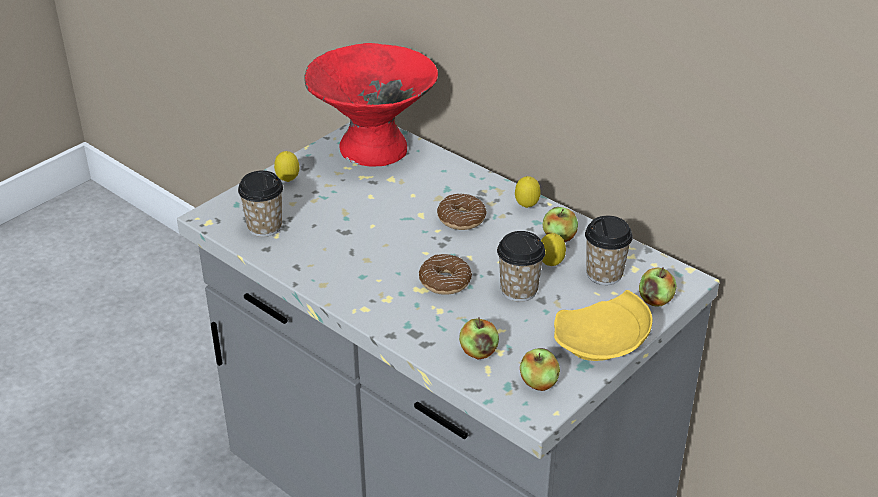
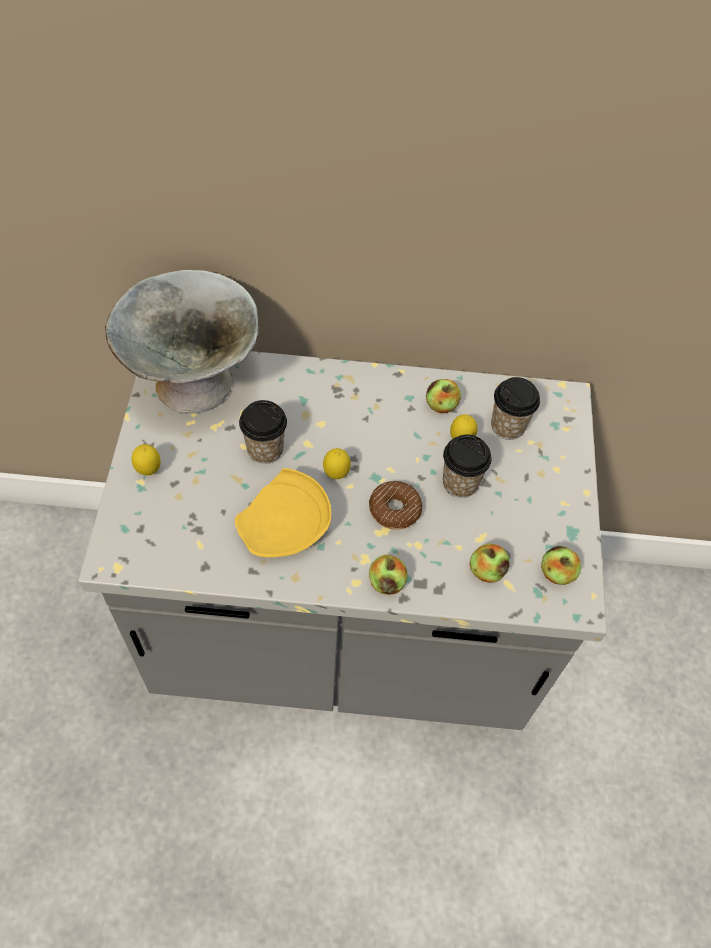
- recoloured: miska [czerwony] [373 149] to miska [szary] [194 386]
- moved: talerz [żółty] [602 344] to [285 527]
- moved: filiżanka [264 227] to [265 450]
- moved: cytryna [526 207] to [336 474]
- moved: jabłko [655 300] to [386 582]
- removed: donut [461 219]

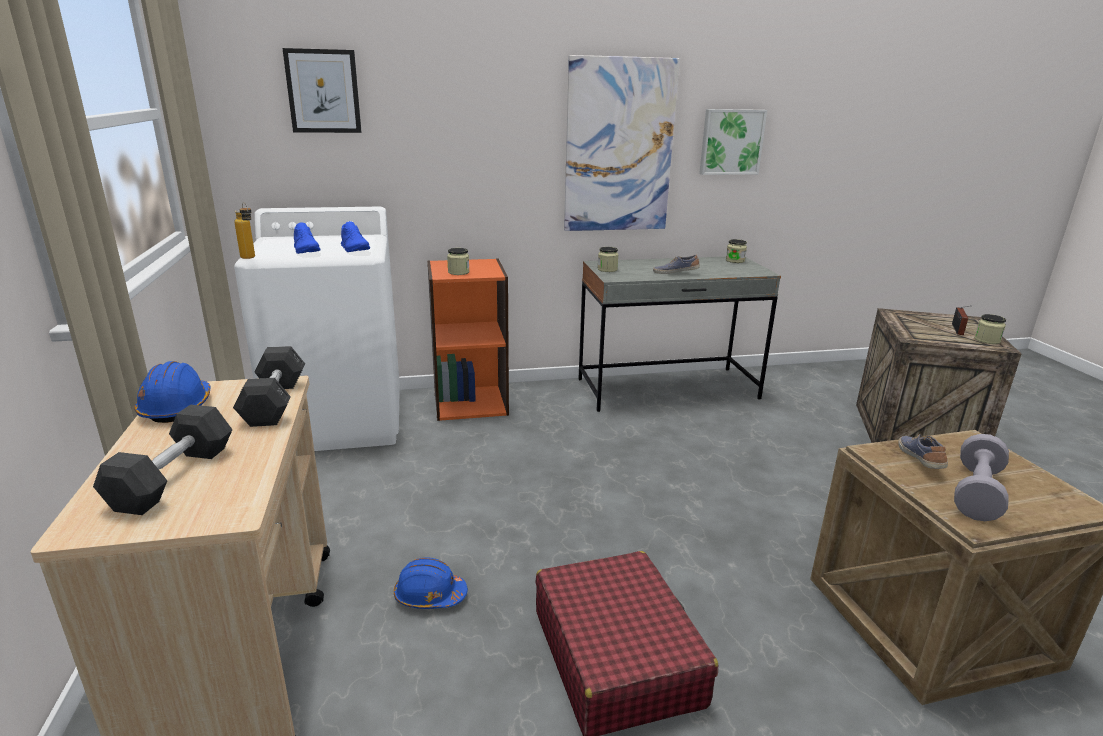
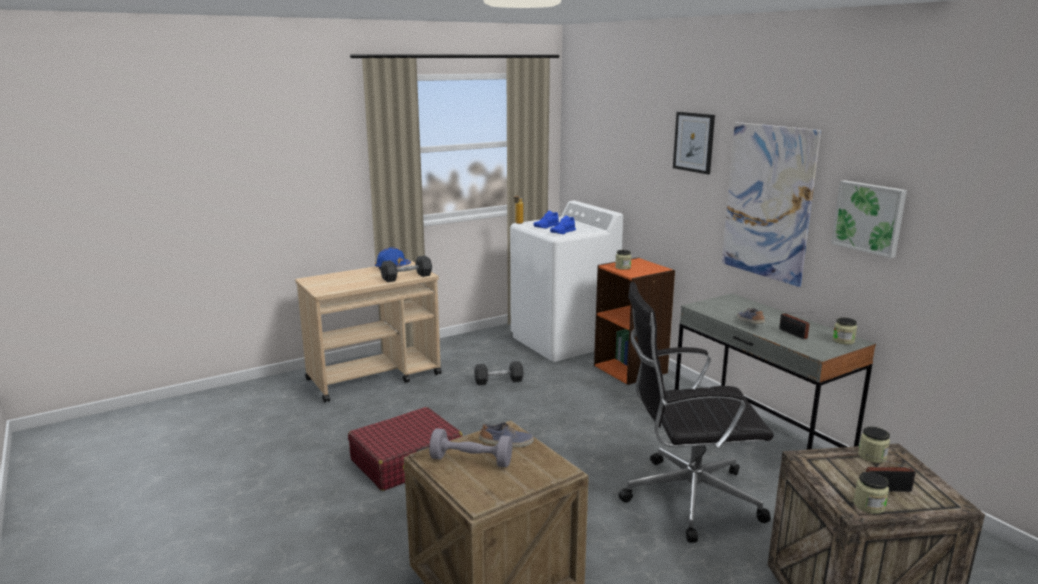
- moved: hantel [szary] [173 477] to [498 381]
- added: krzesło biurowe [czarny] [686 497]
- moved: obraz [323 91] to [694 142]
- added: radio [794 334]
- moved: słoik [607 269] to [872 456]
- removed: kask [niebieski] [429 596]

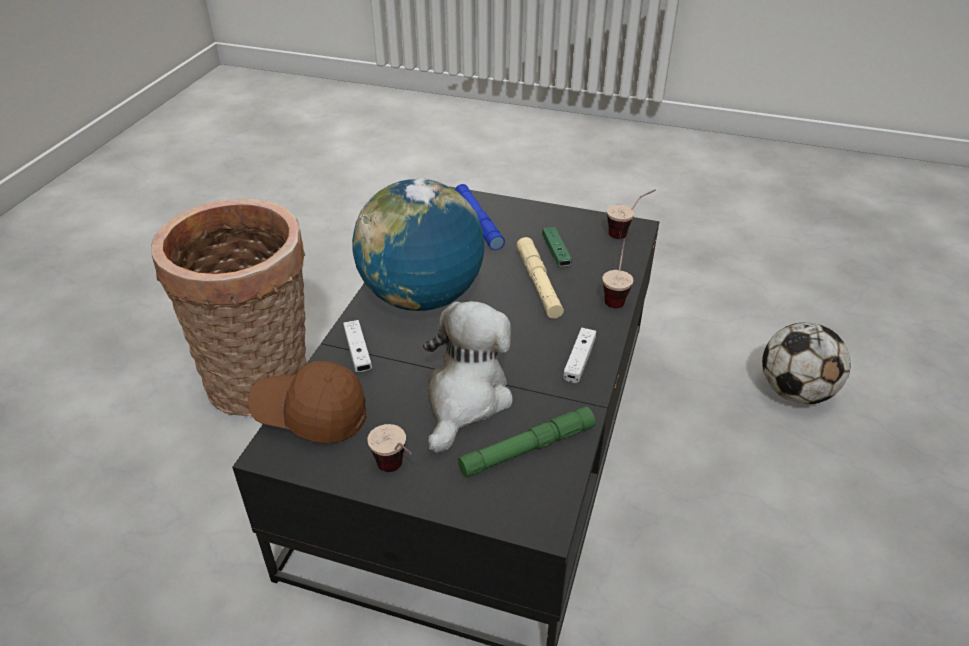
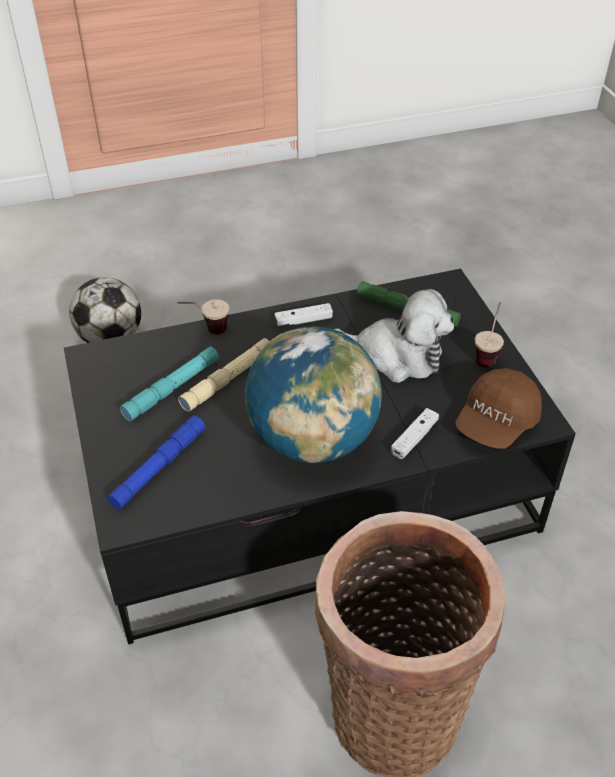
- replaced: pad do gier [zielony] [556 253] to latarka [turkusowy] [172 388]
- turned: pluszak [465 398] = [396 356] 150 degrees counterclockwise
- turned: czapka z daszkiem [brązowy] [311 415] = [496 423] 60 degrees clockwise
- removed: filiżanka [627 232]

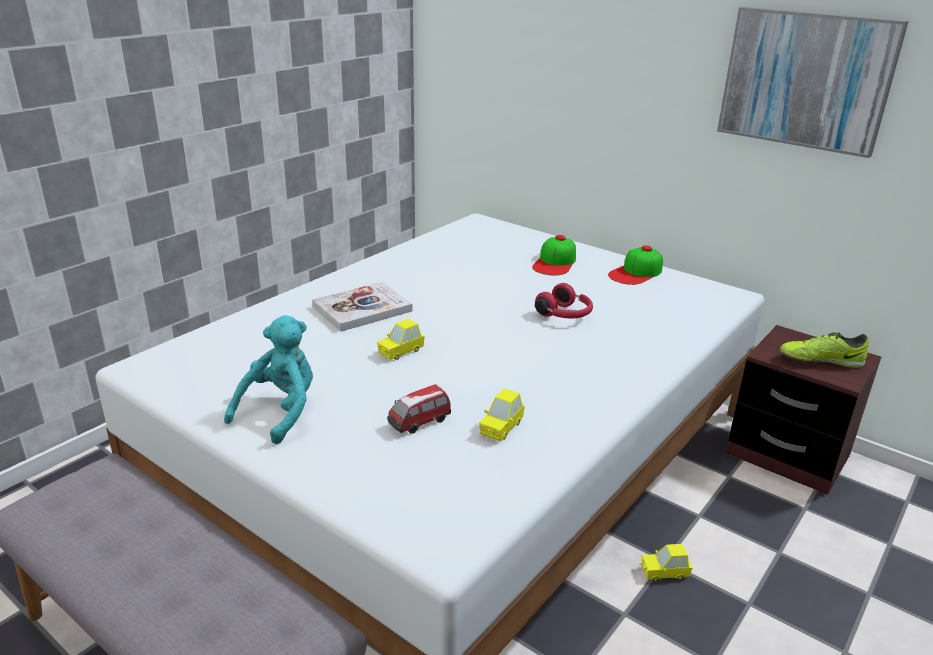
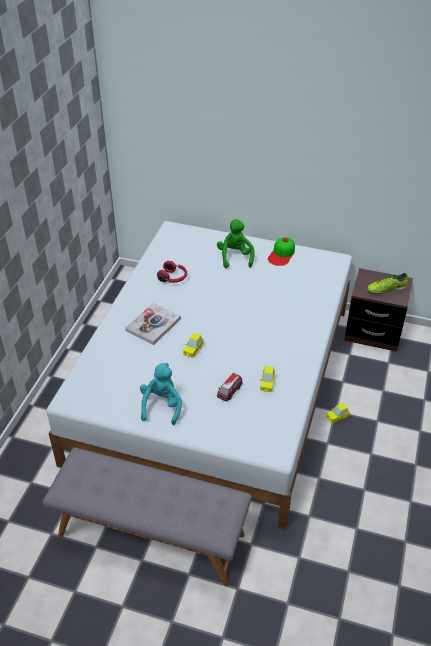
- moved: słuchawki [czerwony] [565 315] to [173 278]
- replaced: czapka z daszkiem [555 262] to pluszak [zielony] [235 257]
- removed: obraz [806 80]

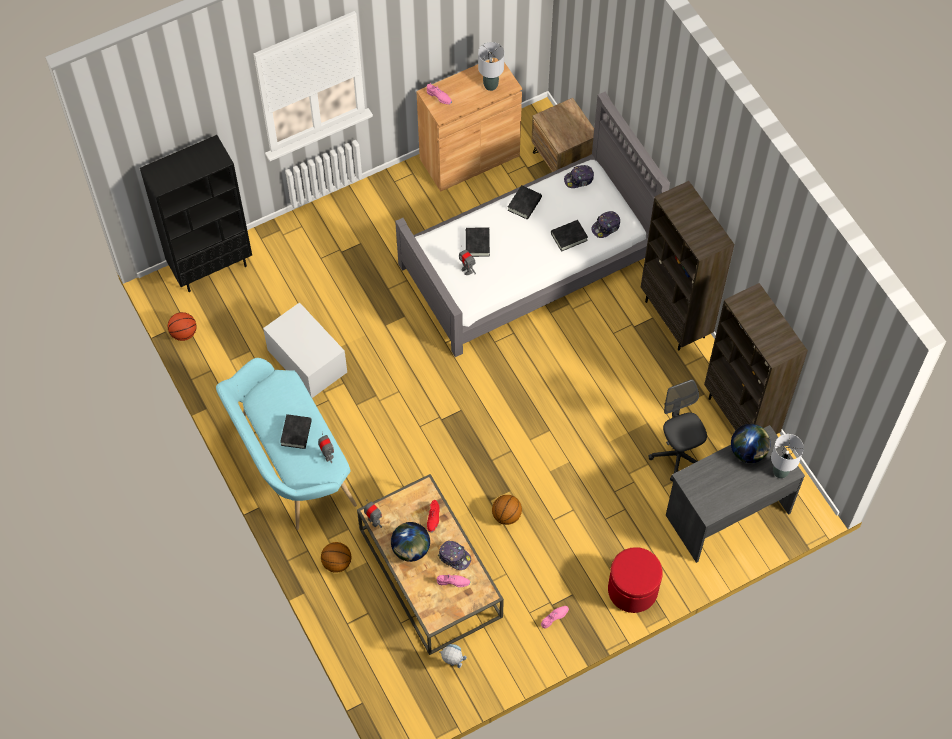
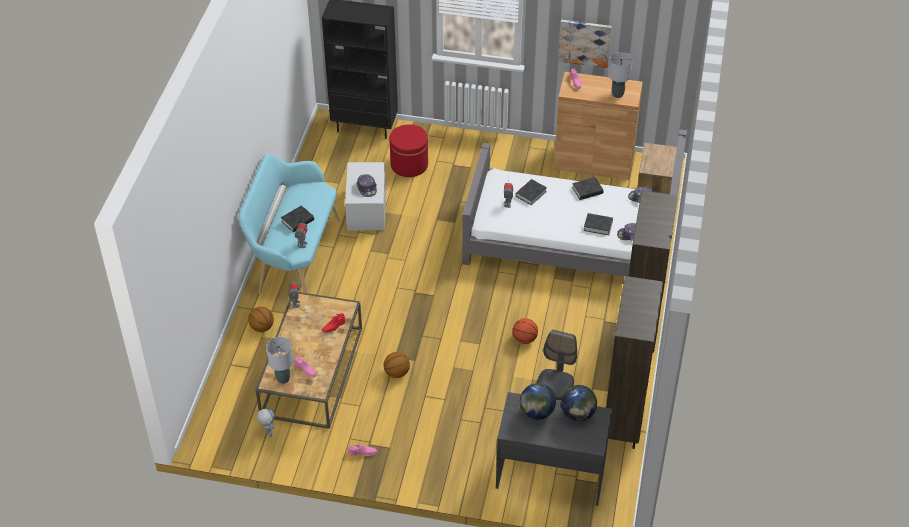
- moved: lampa stołowa [szary] [780 472] to [283 379]
- moved: czapka z daszkiem [454 557] to [367 188]
- moved: pufa [czerwony] [632 590] to [409 165]
- moved: piłka do koszykówki [184 333] to [524 339]
- moved: globus [411 549] to [537 412]
- added: obraz [584 42]

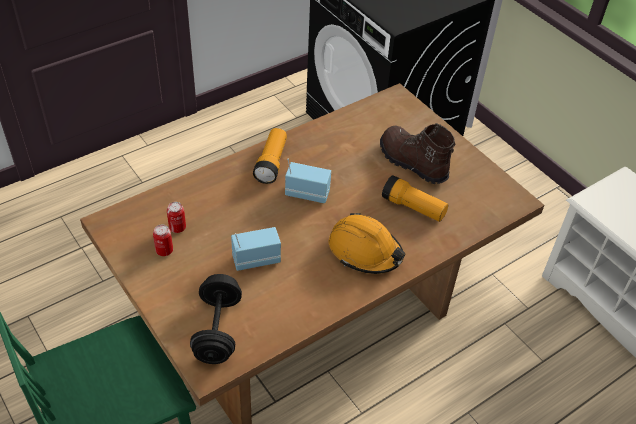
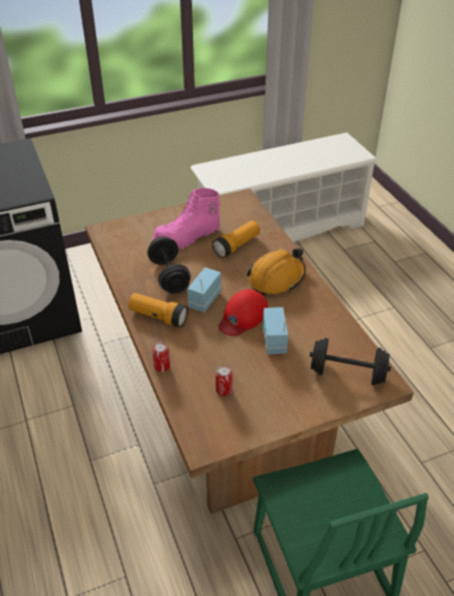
- added: hantel [czarny] [169 276]
- moved: puszka [164 250] to [162 367]
- recoloured: but z cholewką [brązowy] [412 163] to but z cholewką [różowy] [187 237]
- added: czapka z daszkiem [czerwony] [242 316]

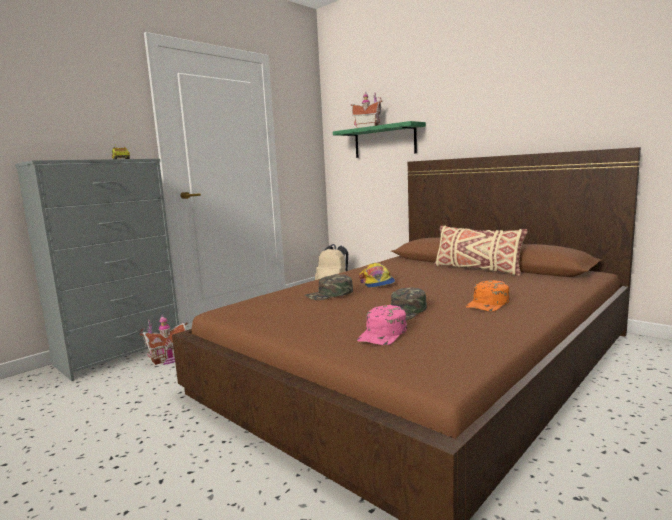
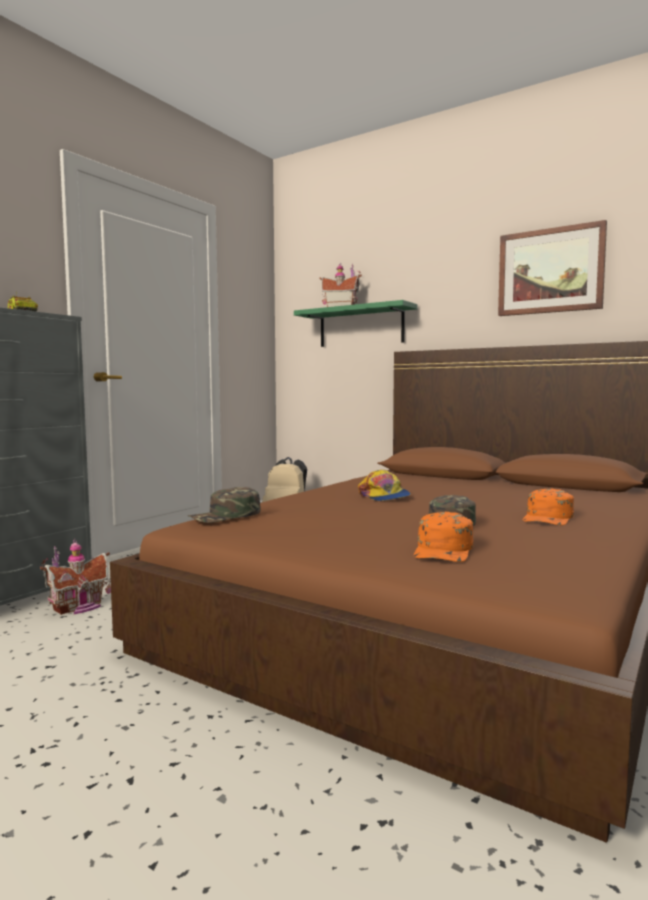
- moved: czapka z daszkiem [zielony] [329 294] to [225 516]
- recoloured: czapka z daszkiem [różowy] [383 334] to czapka z daszkiem [pomarańczowy] [444 550]
- added: obraz [550 271]
- removed: poduszka [beżowy] [477 269]

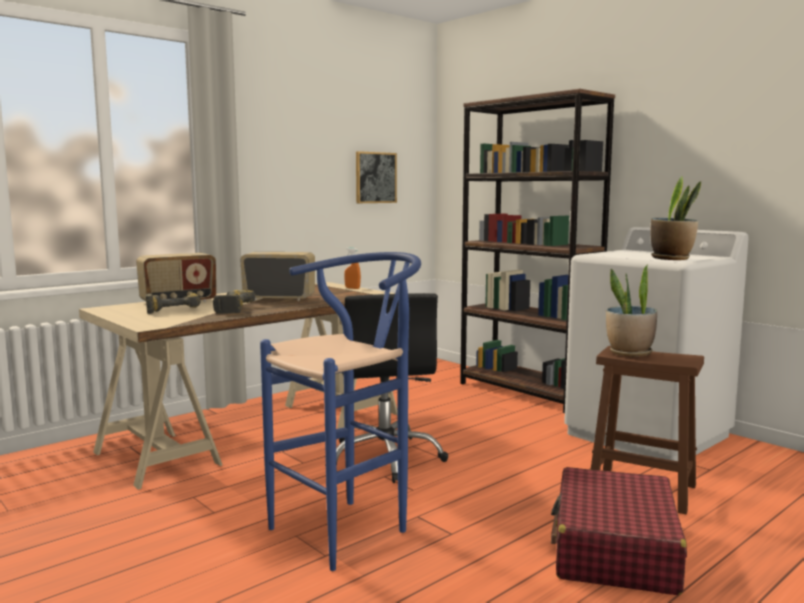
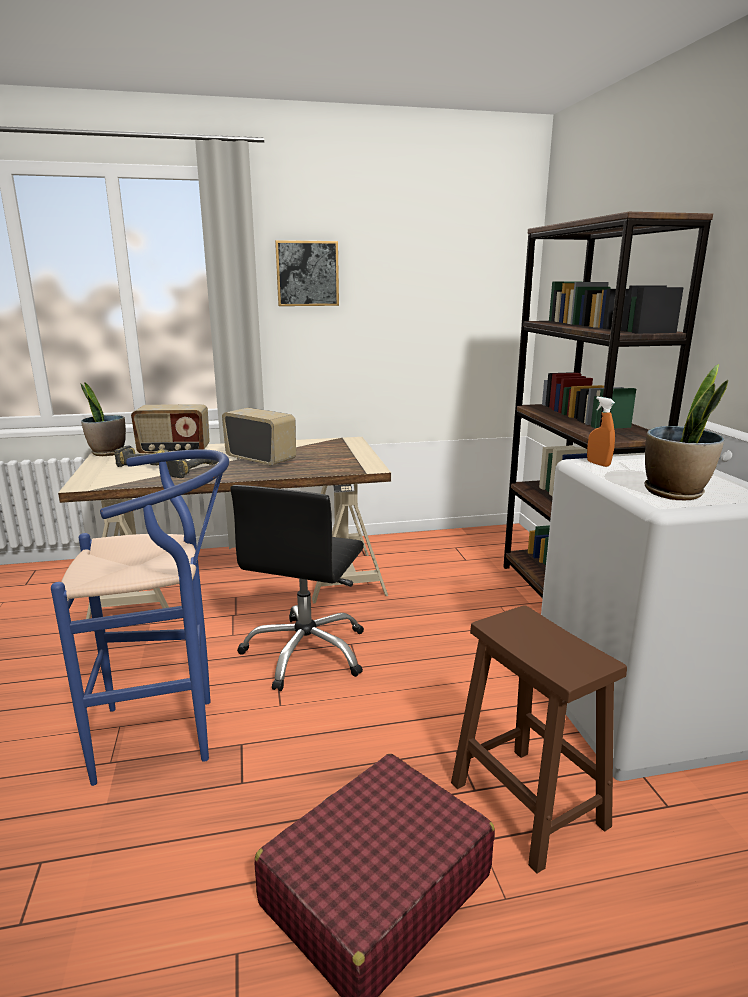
- moved: roślina doniczkowa [629 353] to [107 453]
- moved: obraz [375 177] to [307 273]
- moved: spryskiwacz [pomarańczowy] [352 288] to [598 464]

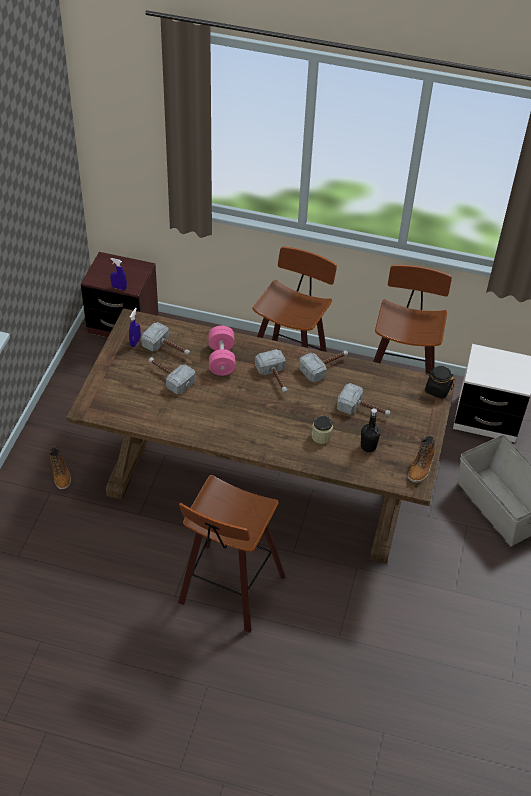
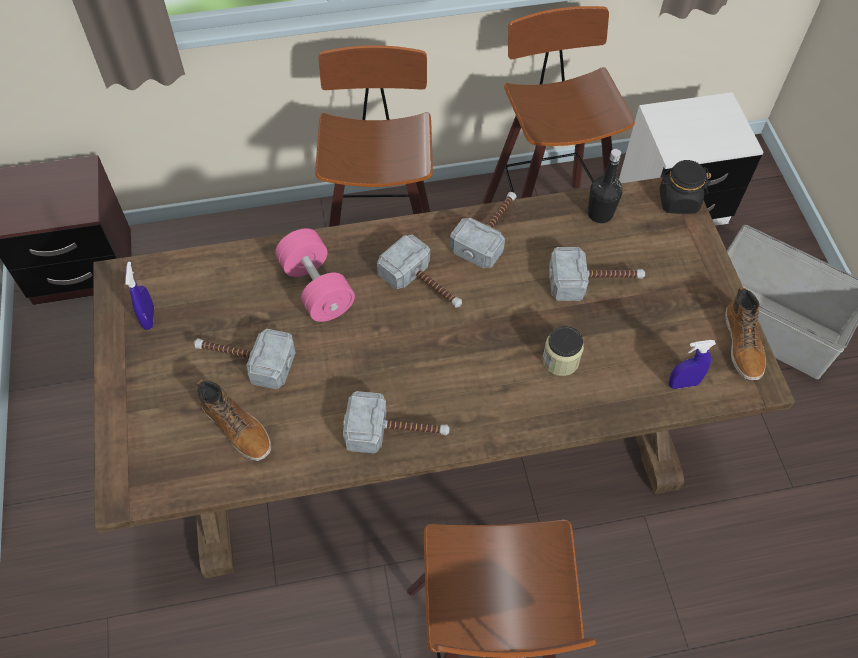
- moved: but z cholewką [60 474] to [238 428]
- moved: młotek [168 348] to [397 432]
- moved: butelka [czarny] [368 446] to [600 214]
- moved: spryskiwacz [niebieski] [119 288] to [683 383]

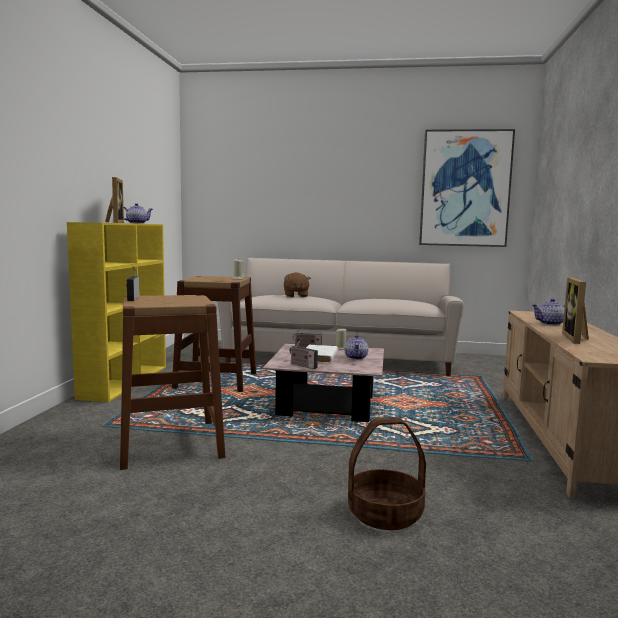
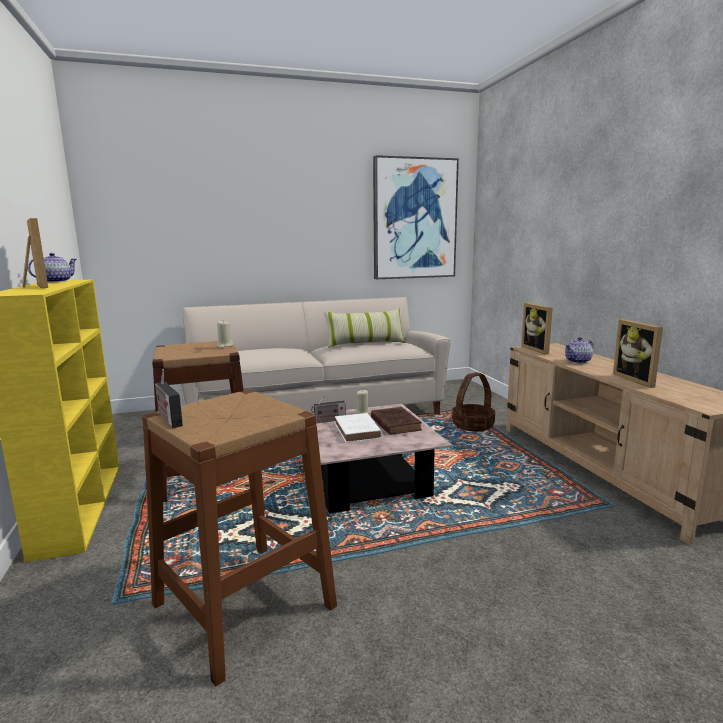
- added: poduszka [365 343]
- replaced: imbryk [356 357] to książka [brązowy] [394 423]
- moved: koszyk [385 513] to [473 426]
- added: ramka na zdjęcie [538 349]
- removed: pluszak [brązowy] [295 295]
- removed: radio [302 365]

